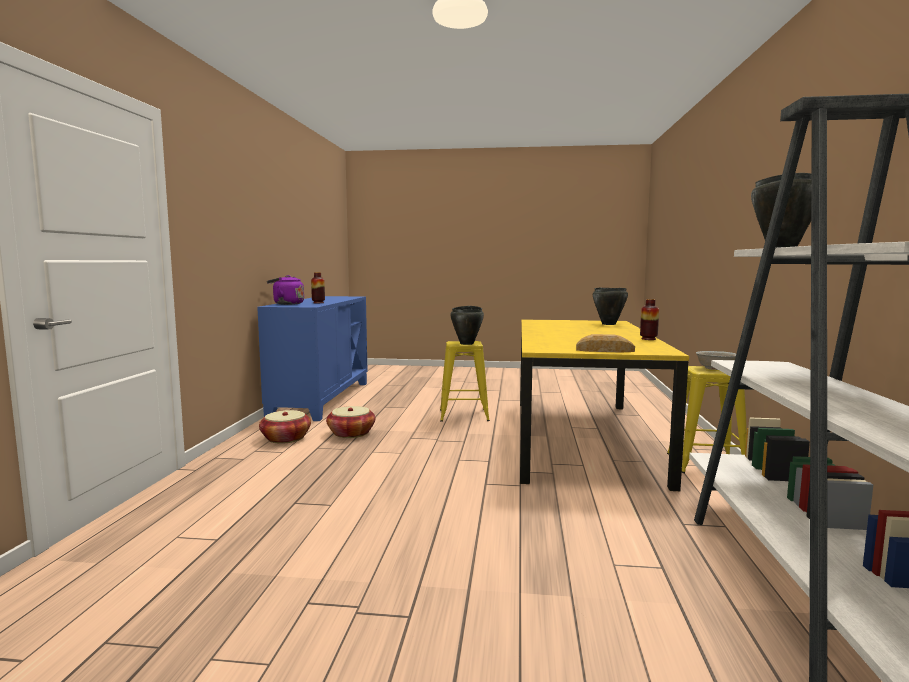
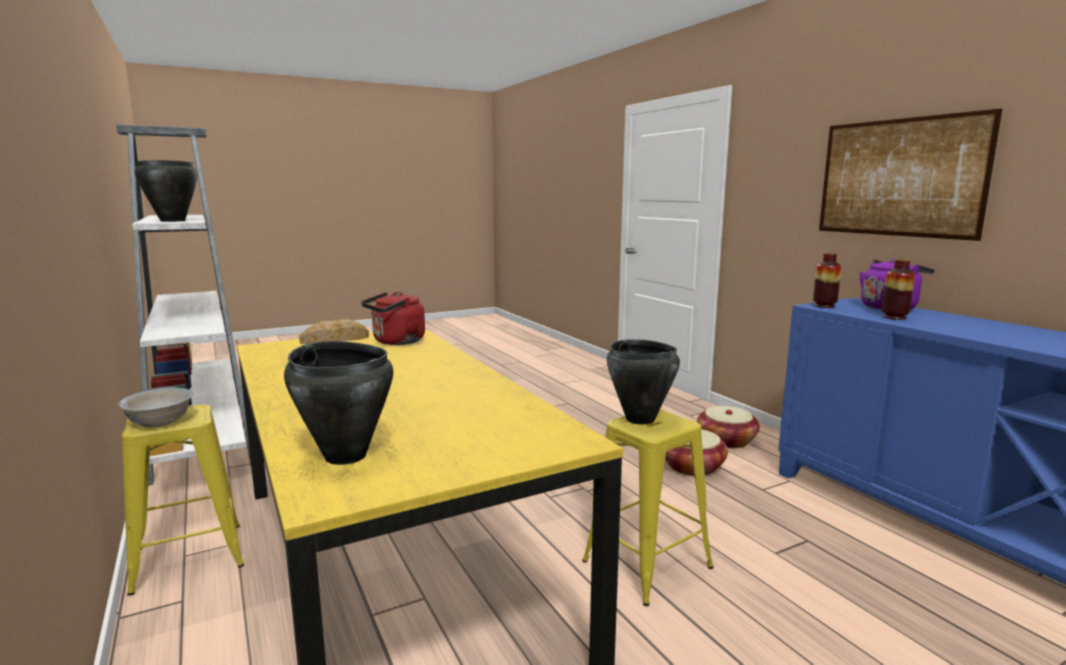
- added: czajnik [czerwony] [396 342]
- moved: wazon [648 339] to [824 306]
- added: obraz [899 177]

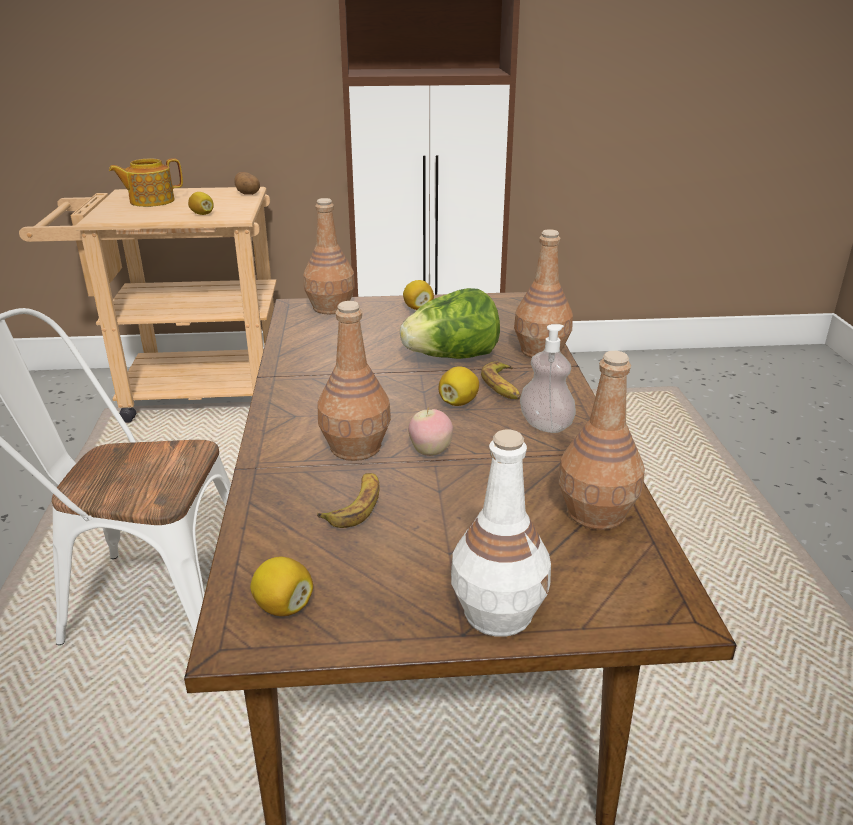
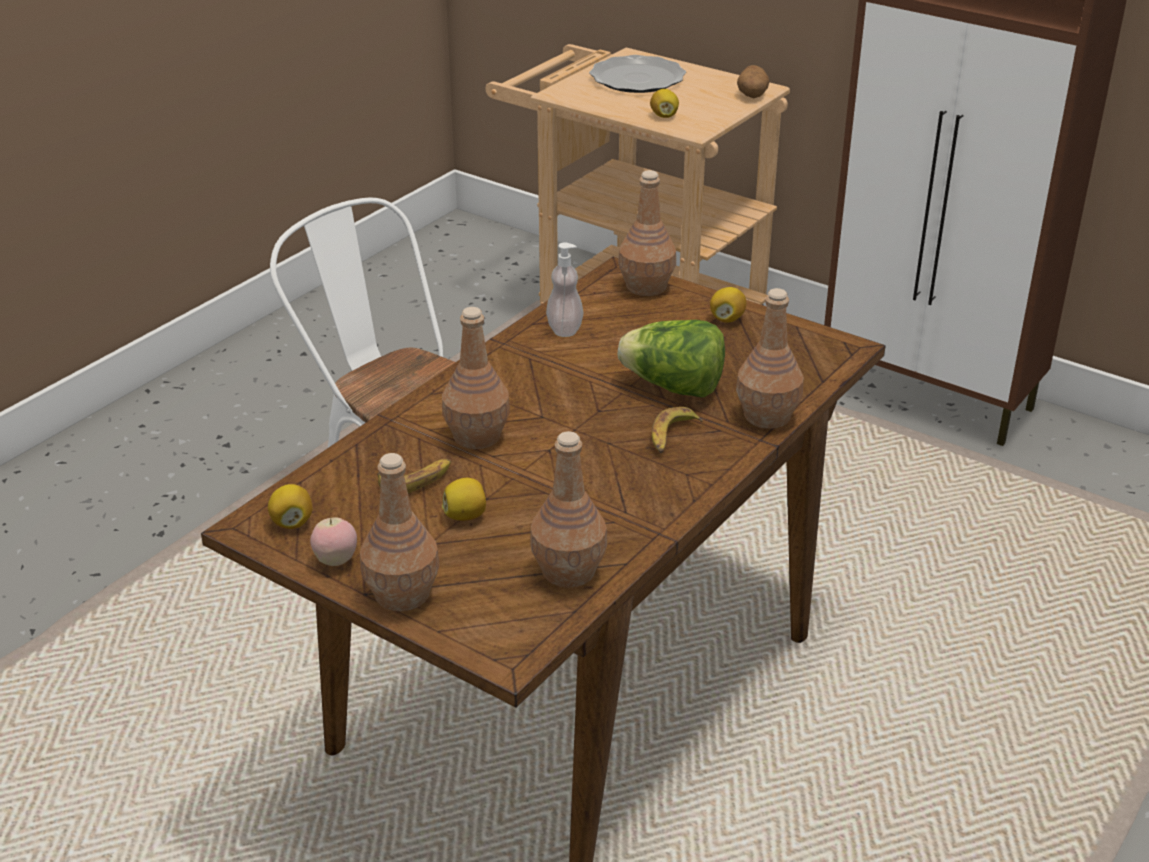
- moved: jabłko [430 452] to [336 561]
- recoloured: butelka [biały] [498 612] to butelka [brązowy] [403 594]
- moved: cytryna [458 402] to [465 515]
- moved: dozownik mydła [545 425] to [564 329]
- replaced: imbryk [151 201] to talerz [638 78]

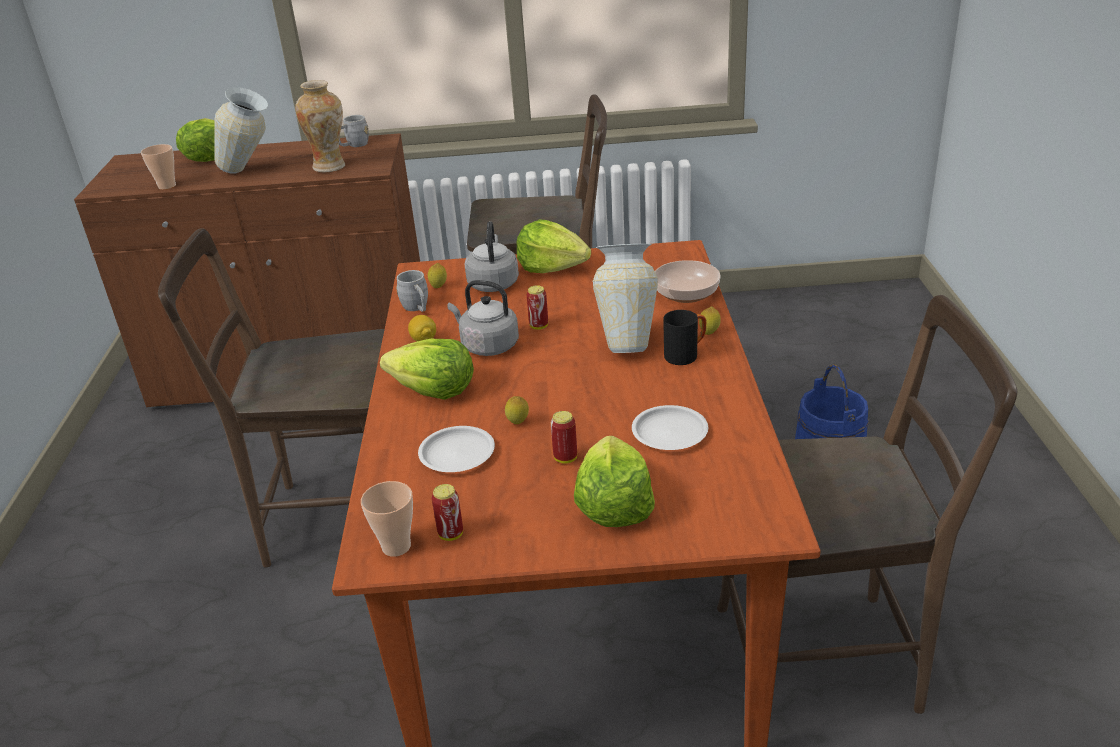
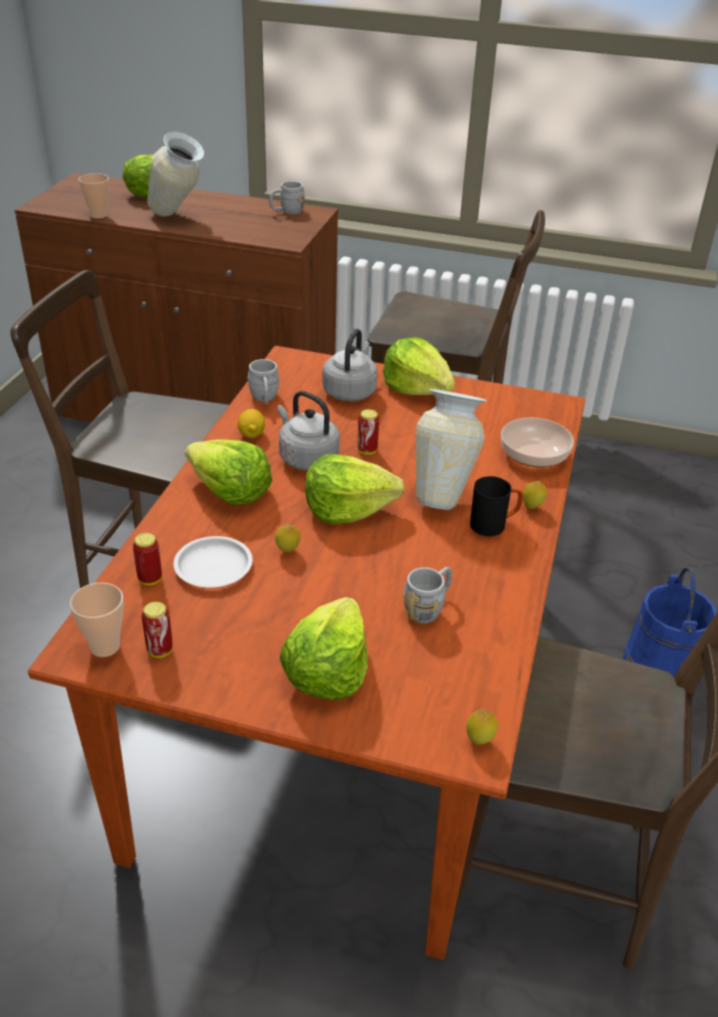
- moved: puszka [565 458] to [150 579]
- added: sałata [347 509]
- replaced: talerz [biały] [670 432] to kubek [szary] [428 608]
- moved: cytryna [439 287] to [479 741]
- removed: wazon [330 167]

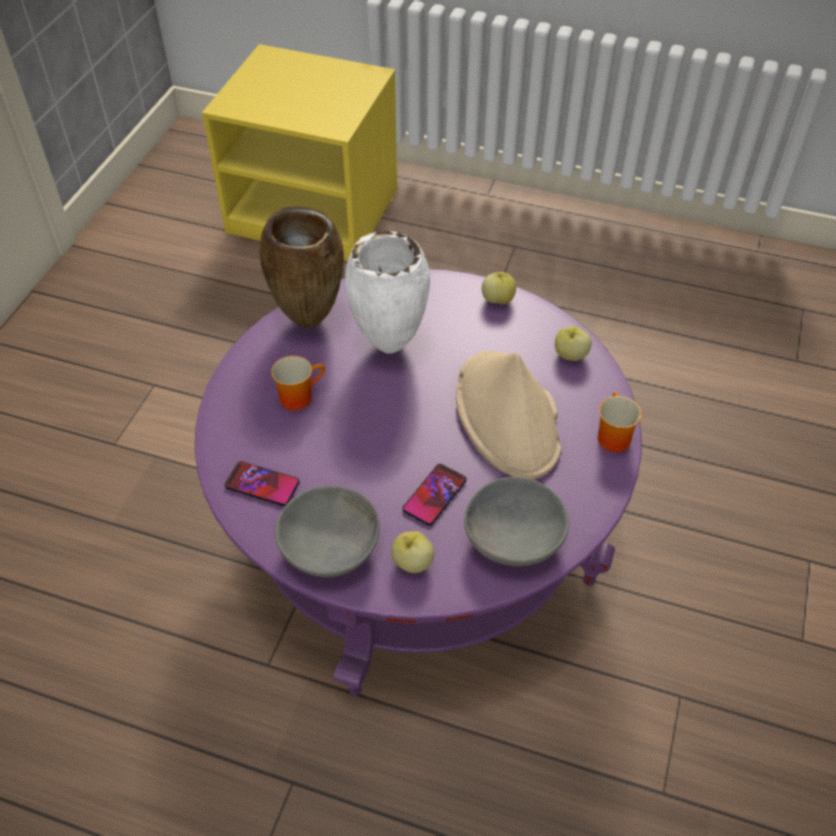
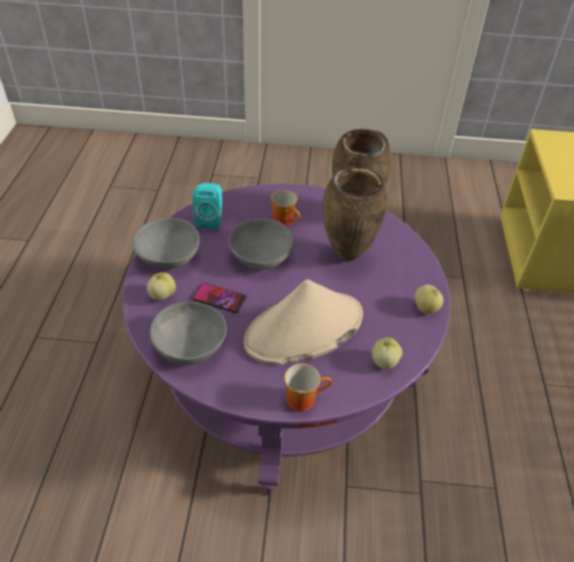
- replaced: telefon [262 484] to głośnik [turkusowy] [210 220]
- added: miska [szary] [260 256]
- recoloured: wazon [biały] [388 347] to wazon [brązowy] [346 255]

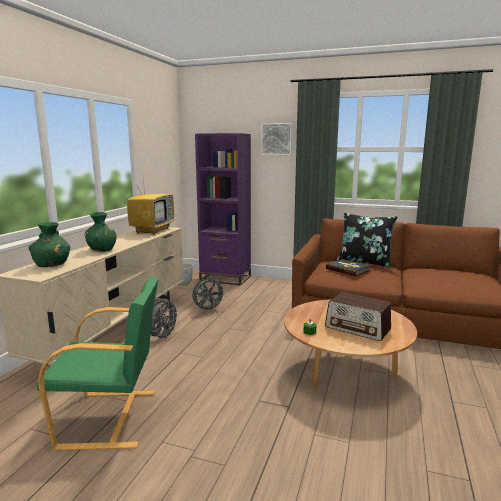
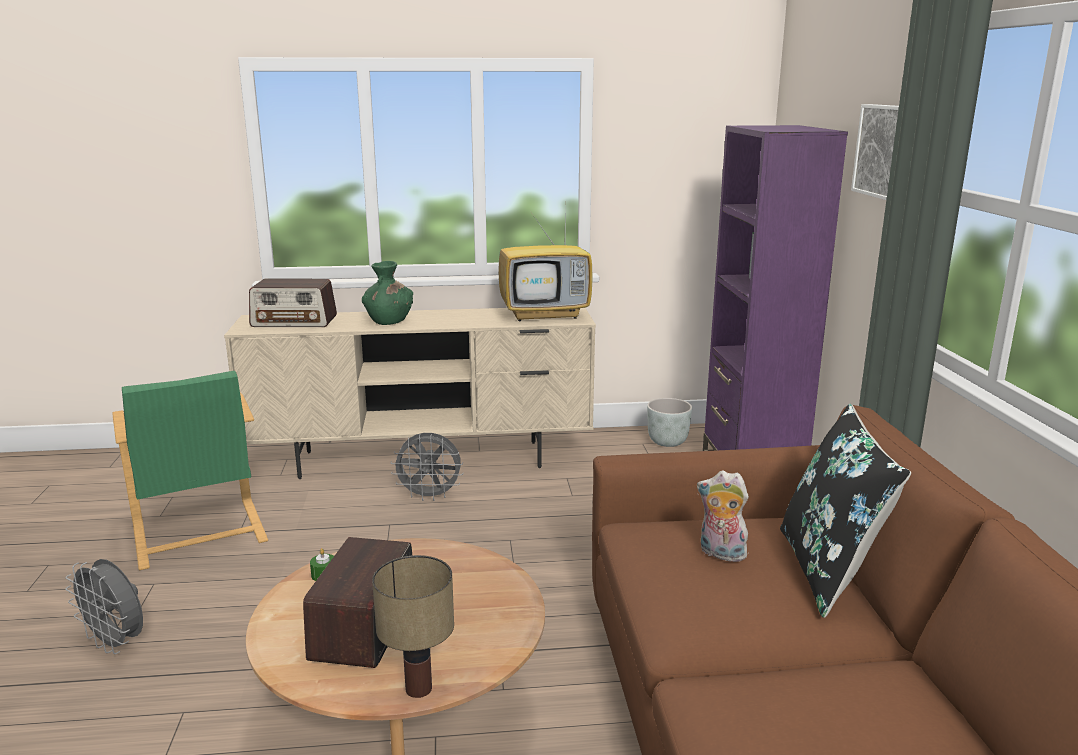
- moved: wentylator [szary] [208 310] to [116 643]
- replaced: wazon [zielony] [52 265] to radio [294 321]
- added: lampa stołowa [417 688]
- replaced: książka [348 269] to pluszak [720 554]

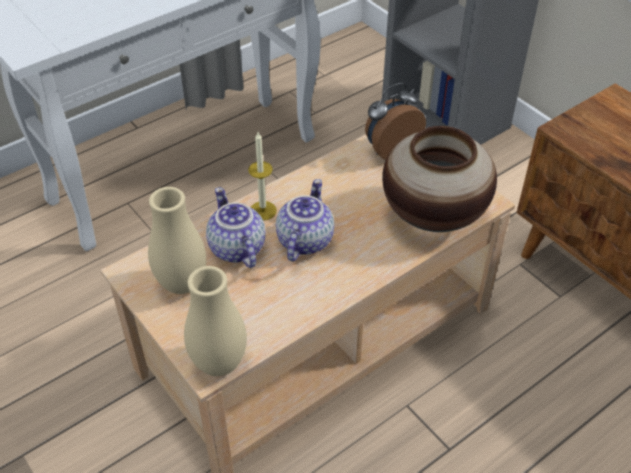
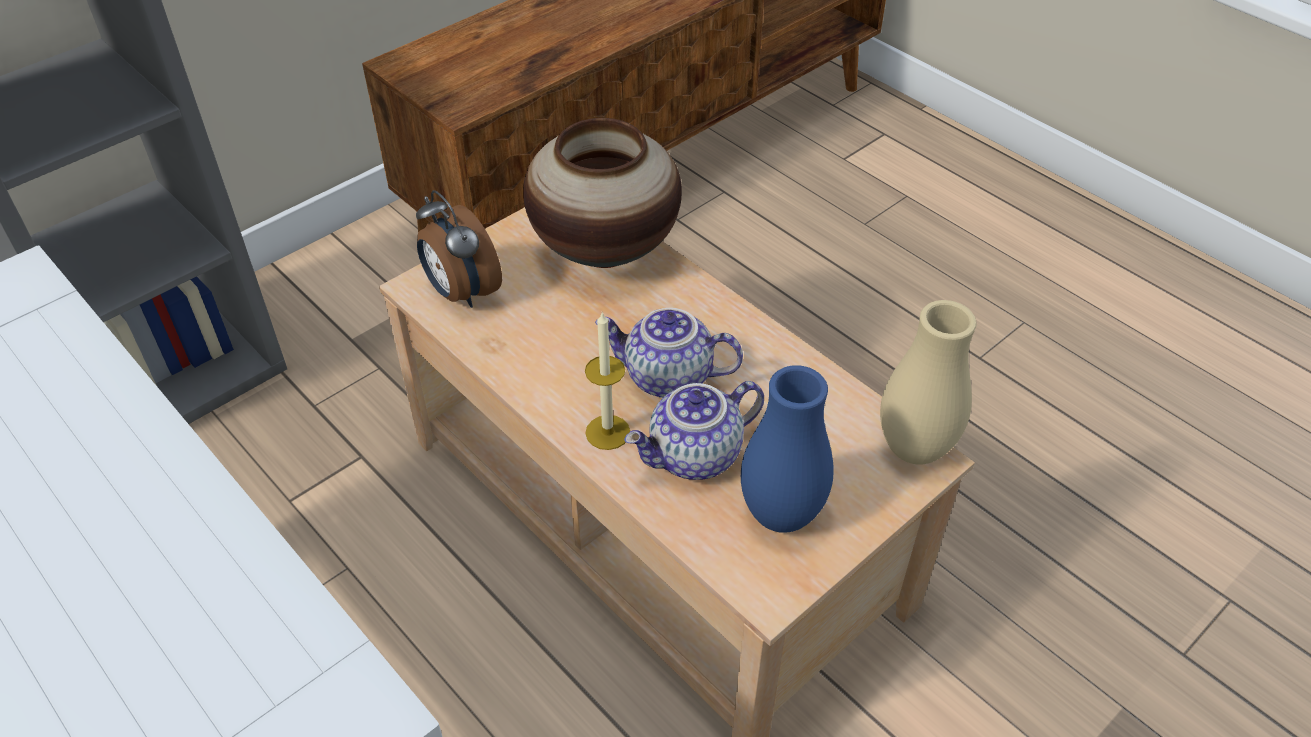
- recoloured: wazon [beżowy] [182 284] to wazon [niebieski] [781 514]

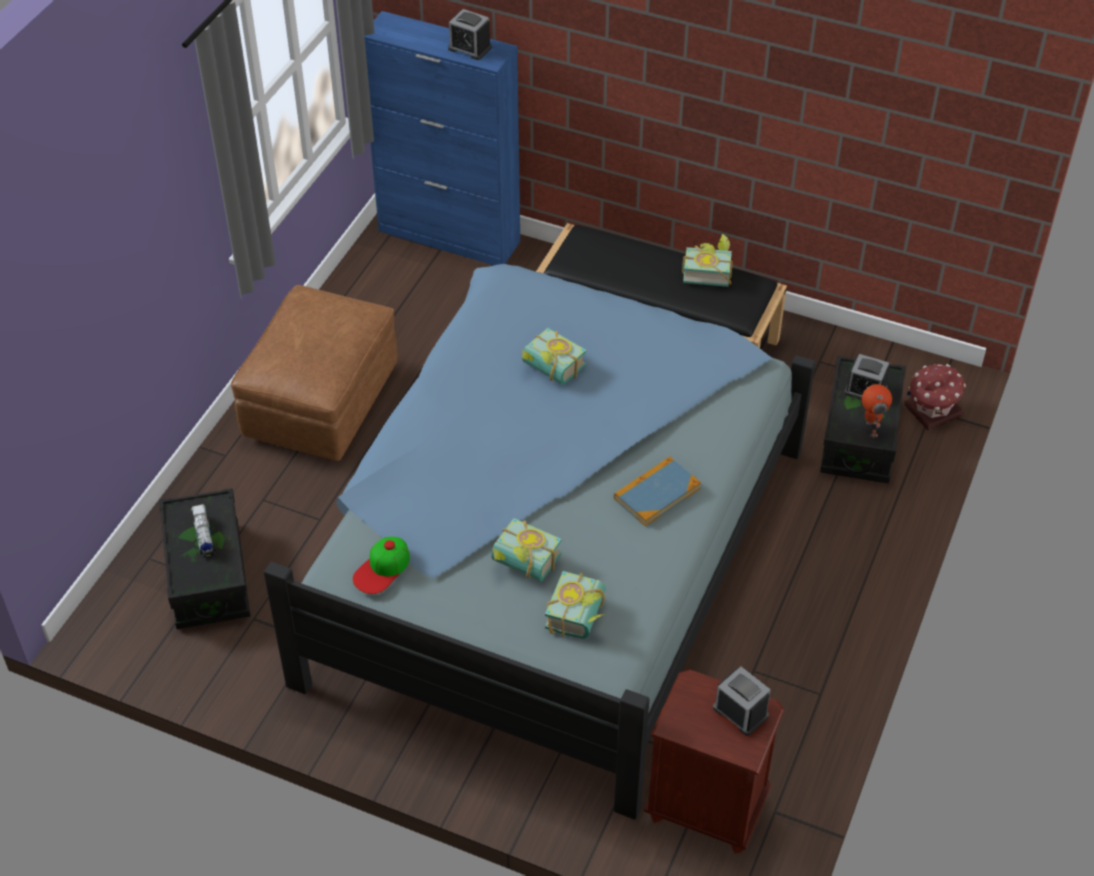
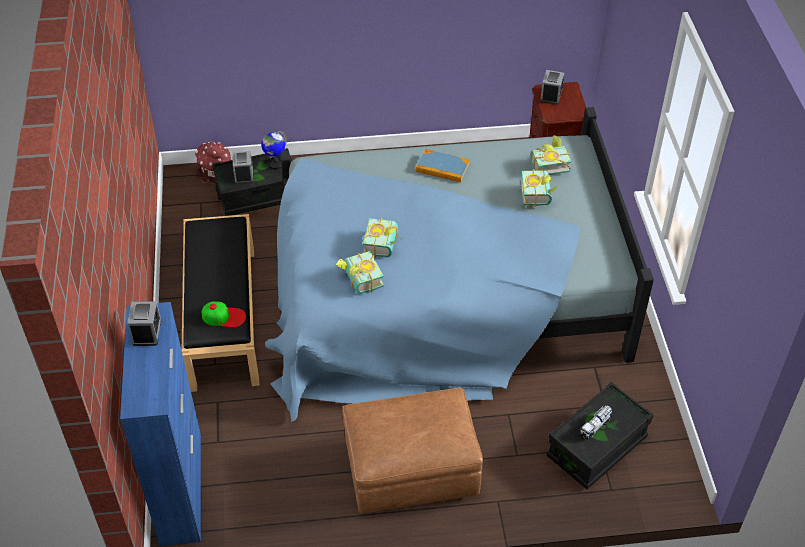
- moved: czapka z daszkiem [382 568] to [224 316]
- replaced: robot zabawkowy [870 429] to globus [275 163]
- moved: książka [707 271] to [359 281]

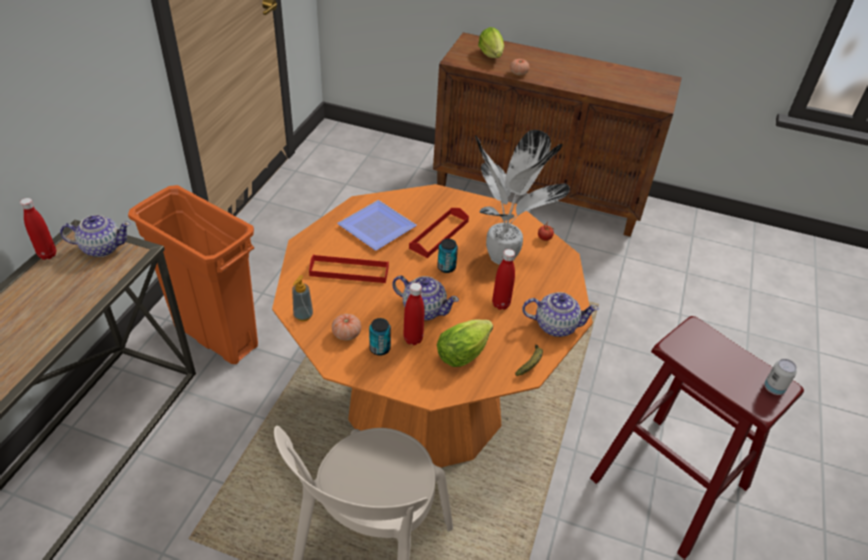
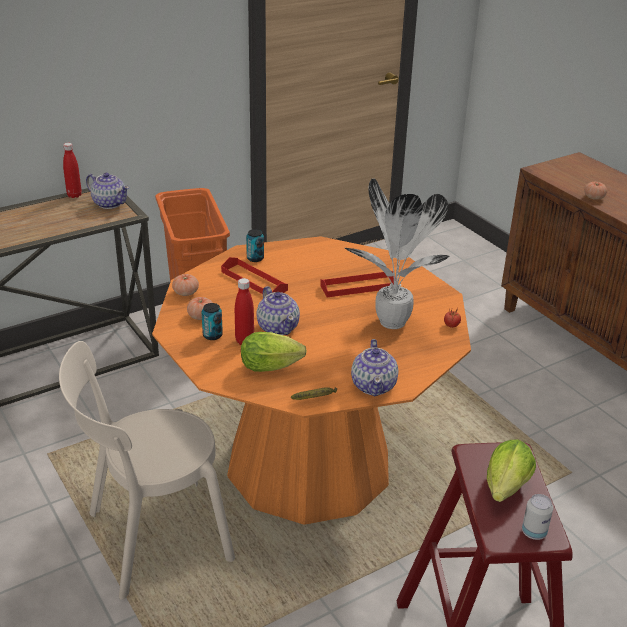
- replaced: dozownik mydła [303 315] to pomidor [186 292]
- moved: puszka [446 267] to [255 258]
- turned: imbryk [555 325] = [374 385] 45 degrees clockwise
- moved: sałata [492 57] to [505 490]
- removed: talerz [380 227]
- removed: butelka [czerwony] [501 304]

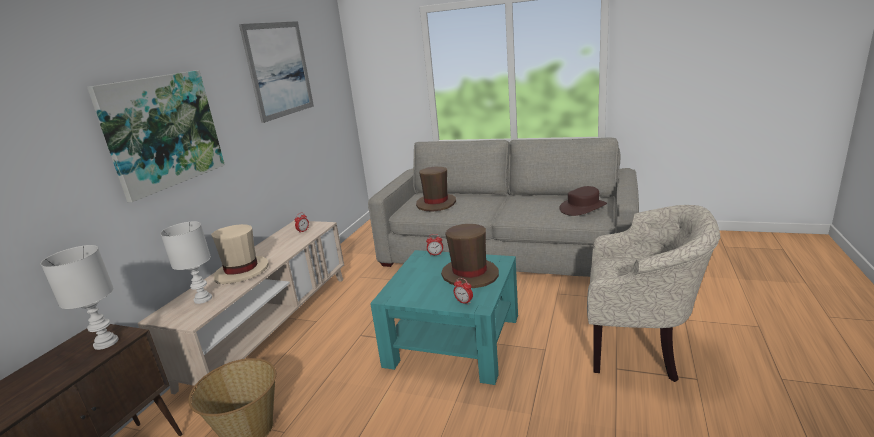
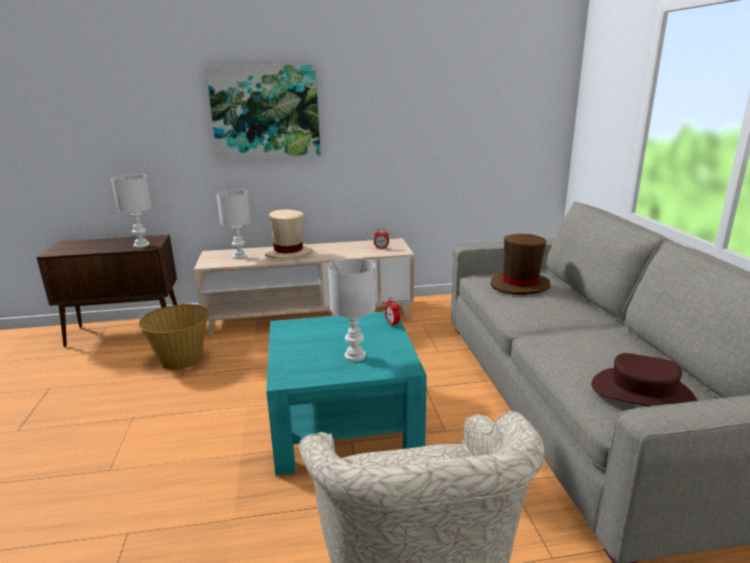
- replaced: kapelusz [brązowy] [470 274] to lampa stołowa [biały] [355 356]
- removed: obraz [279 69]
- removed: budzik [464 302]

